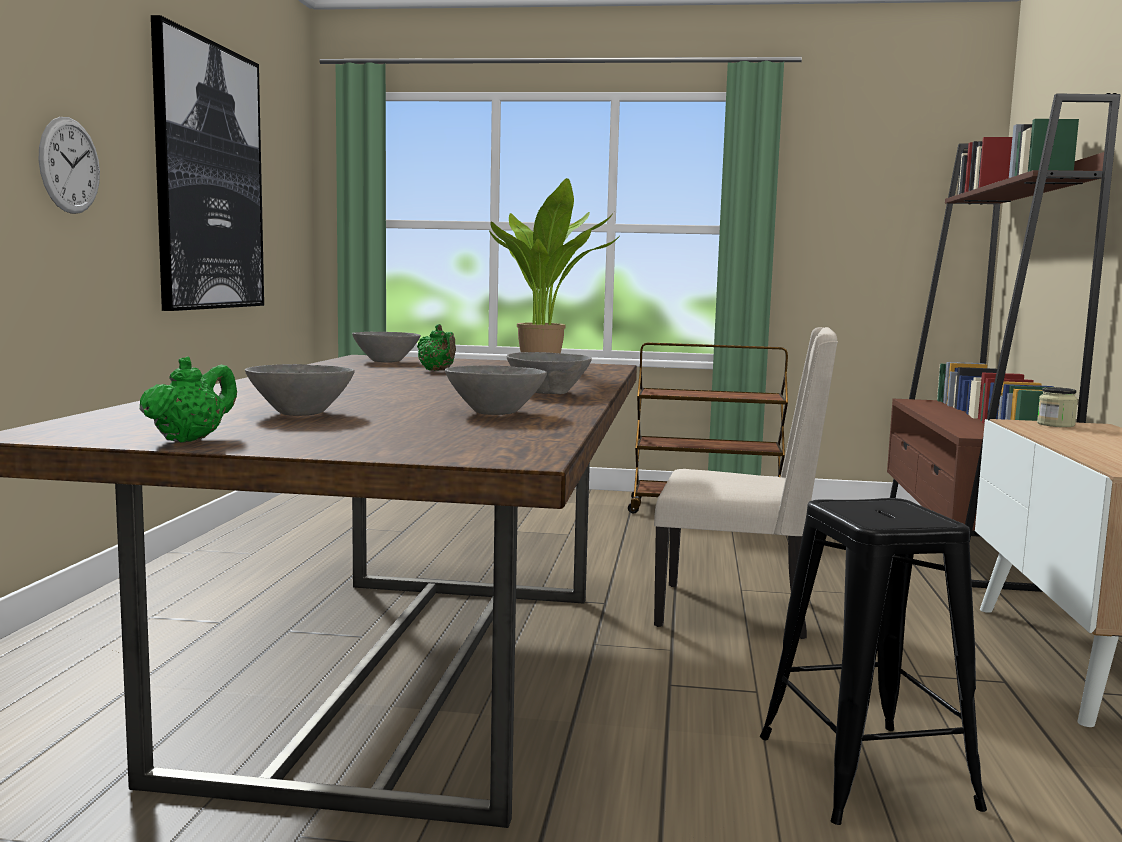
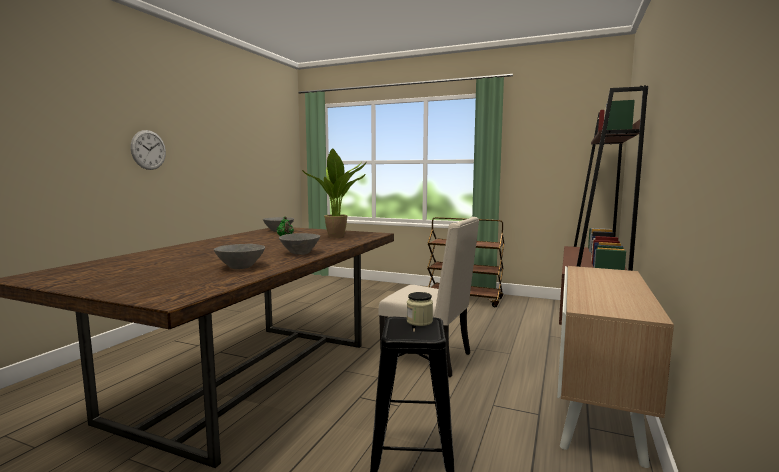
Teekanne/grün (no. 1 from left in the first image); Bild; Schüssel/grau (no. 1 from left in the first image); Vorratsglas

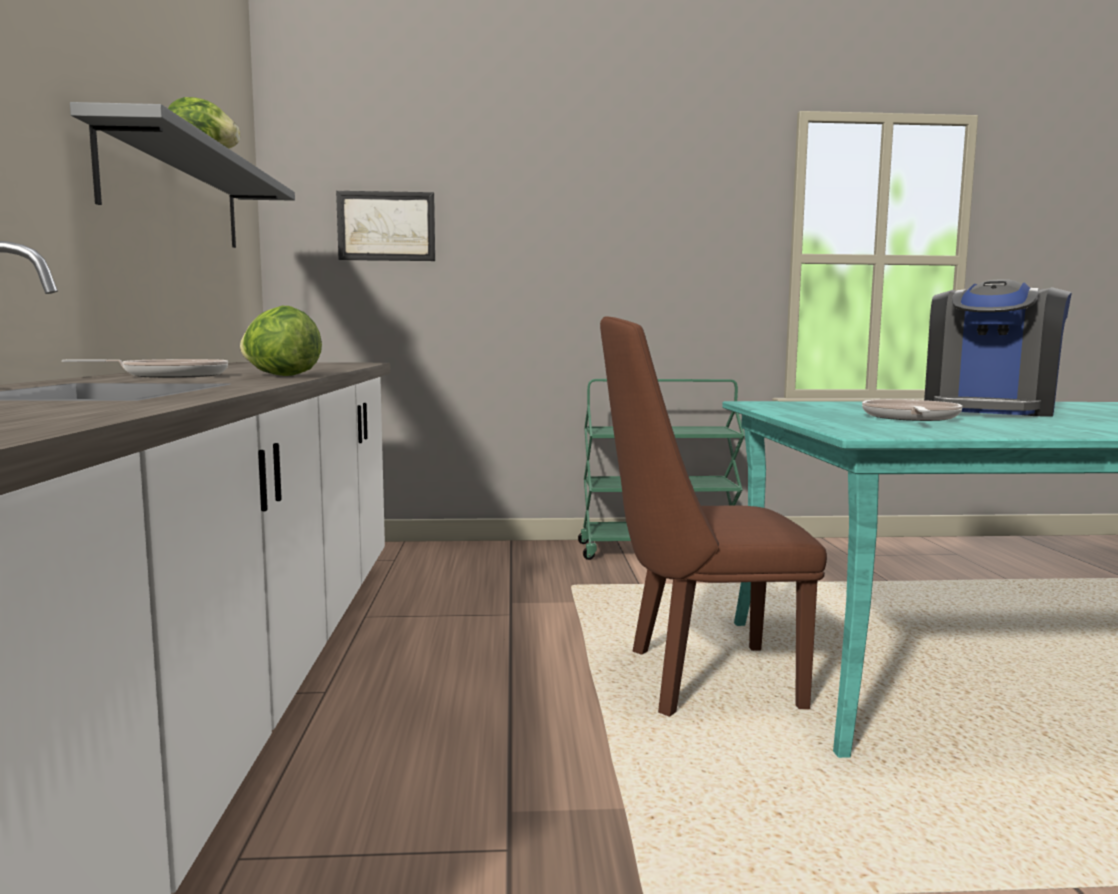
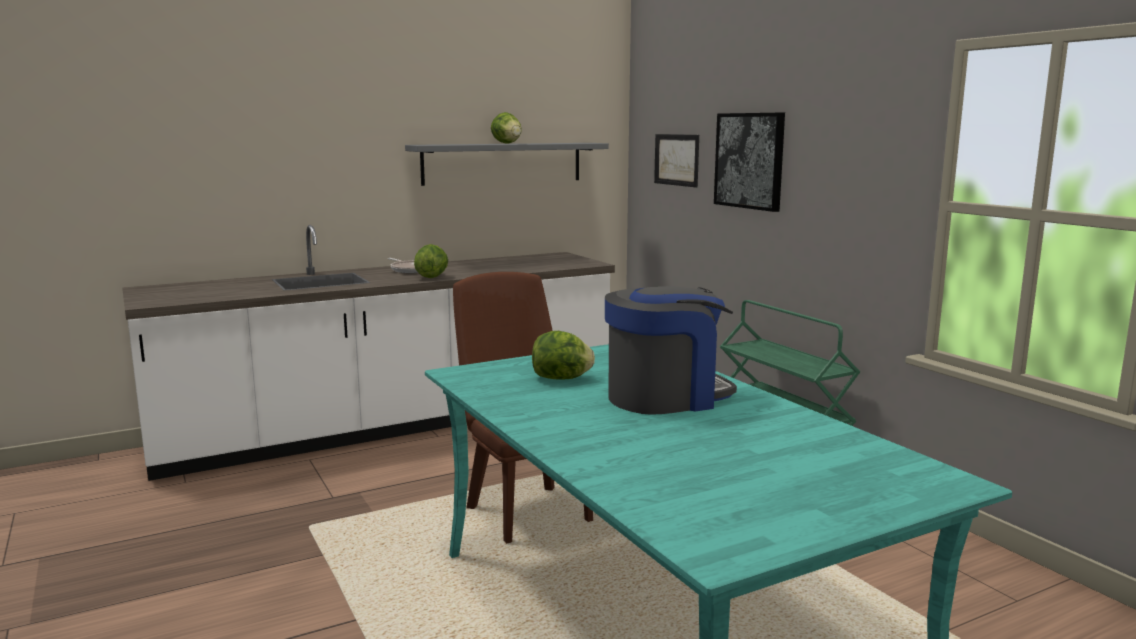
Salatkopf (no. 3 from left); Kaffeemaschine; Bild (no. 2 from left)

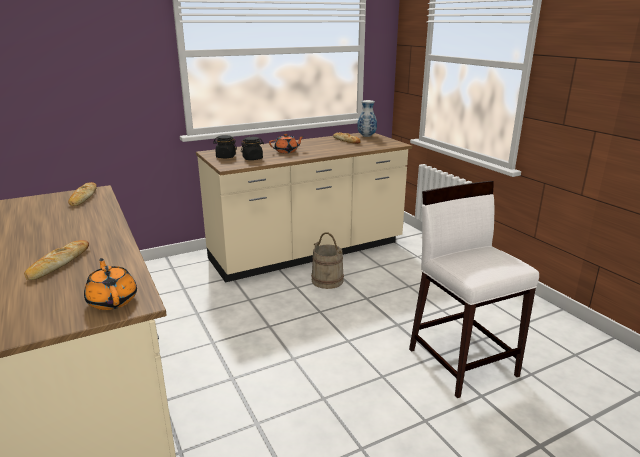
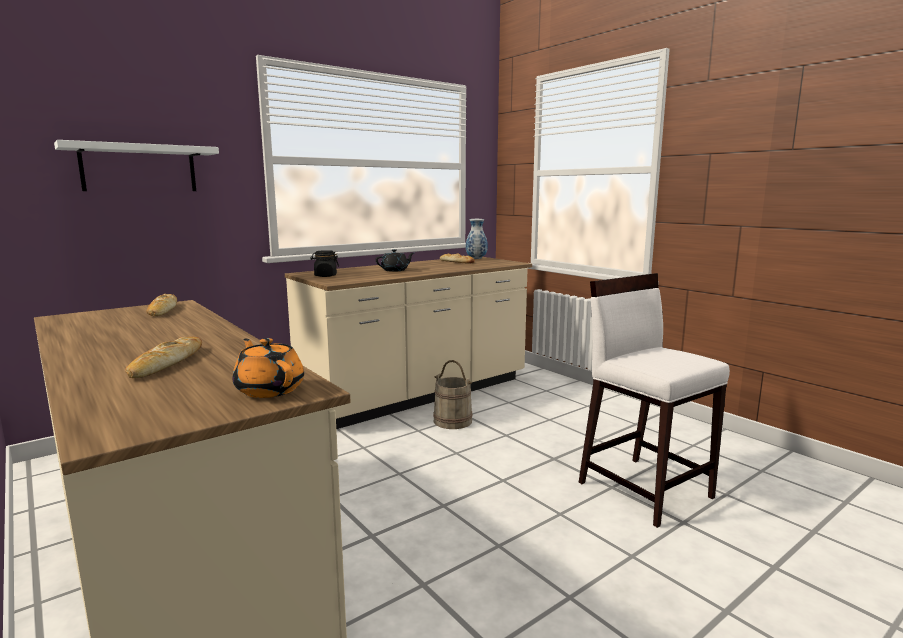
Vorratsglas/schwarz (no. 2 from left in the first image); Teekanne/schwarz; Wandregal/weiß

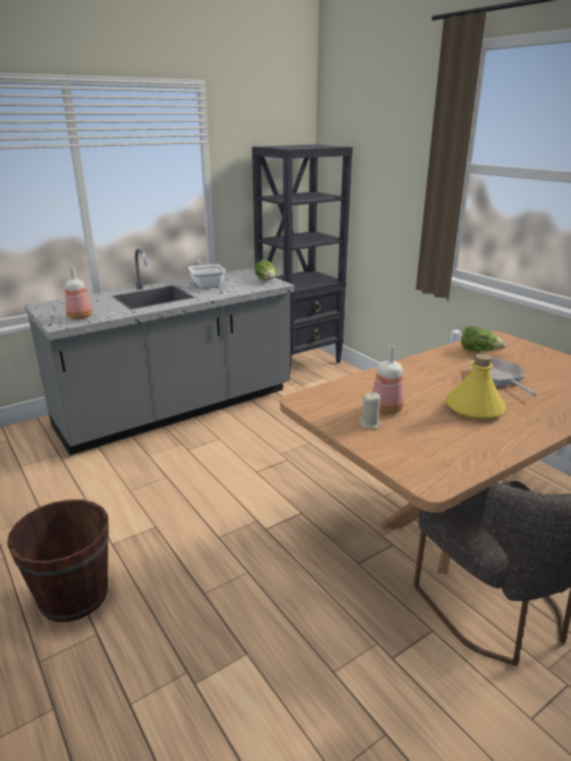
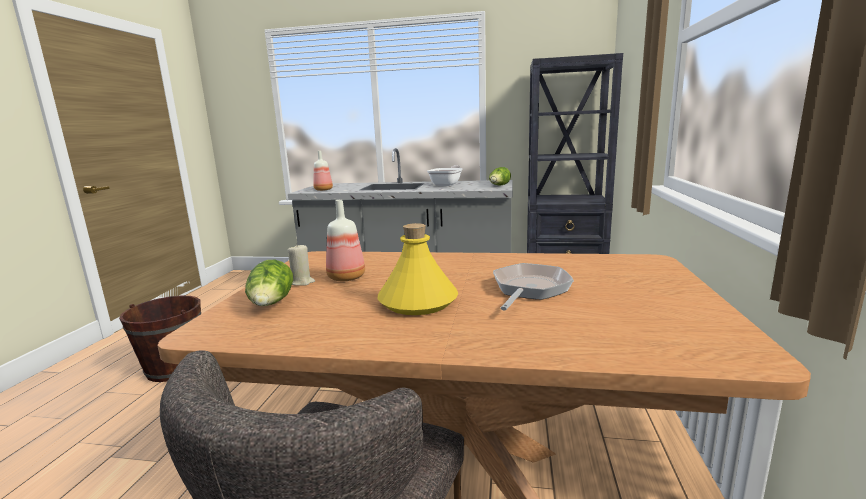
Salatkopf (no. 1 from left)

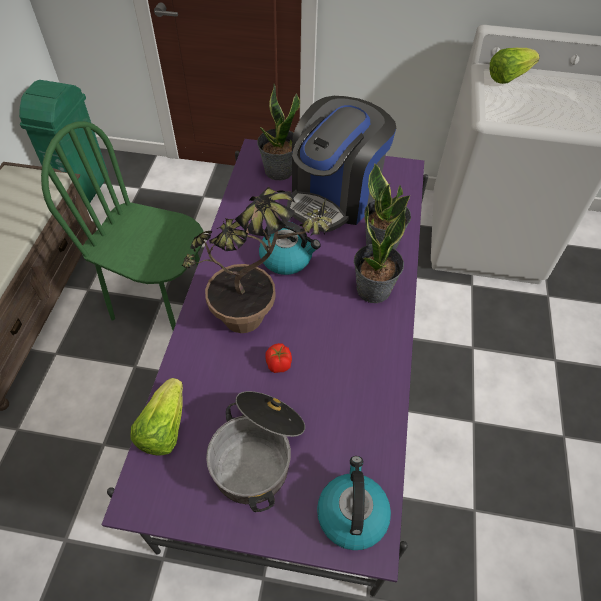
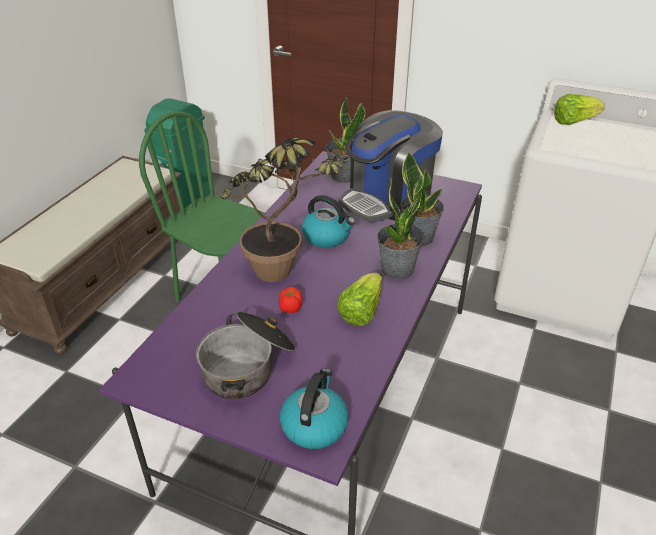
Salatkopf (no. 1 from left)

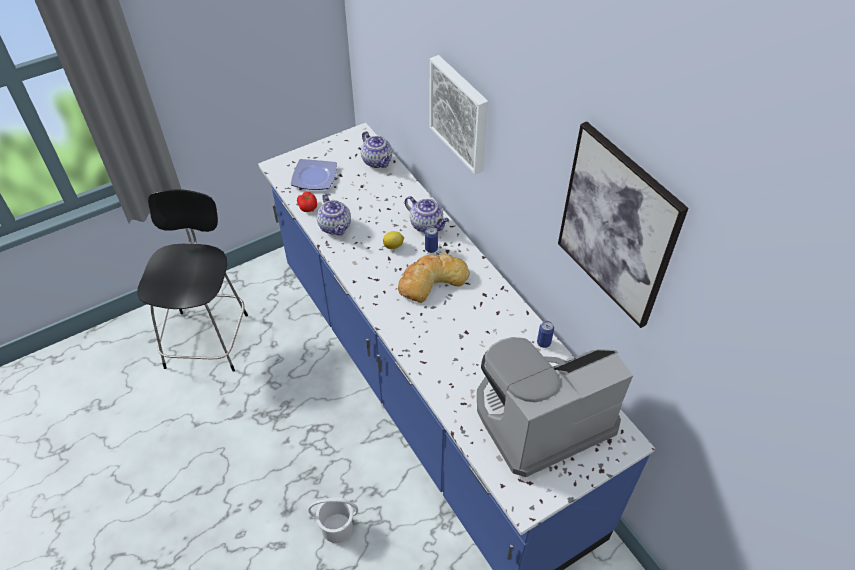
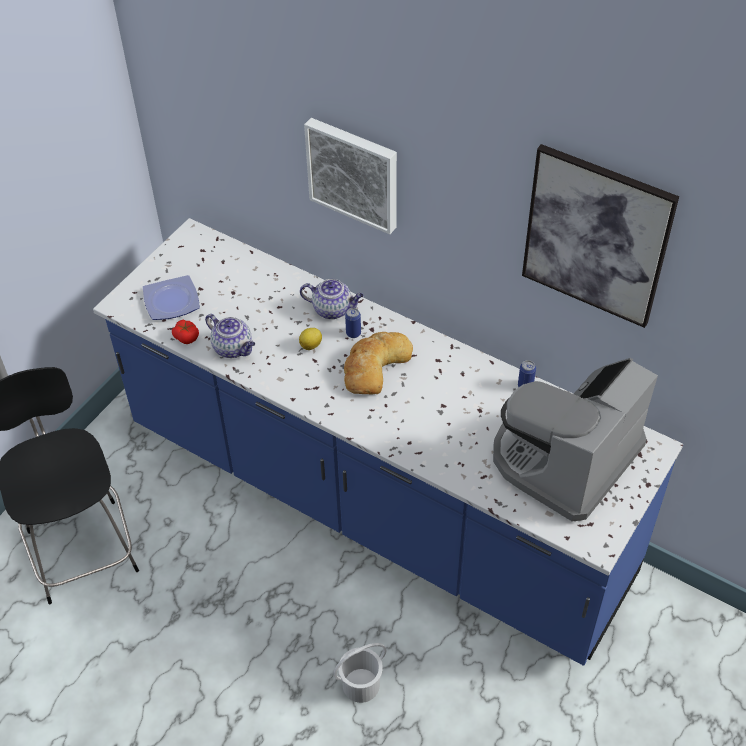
Teekanne (no. 2 from left in the first image)

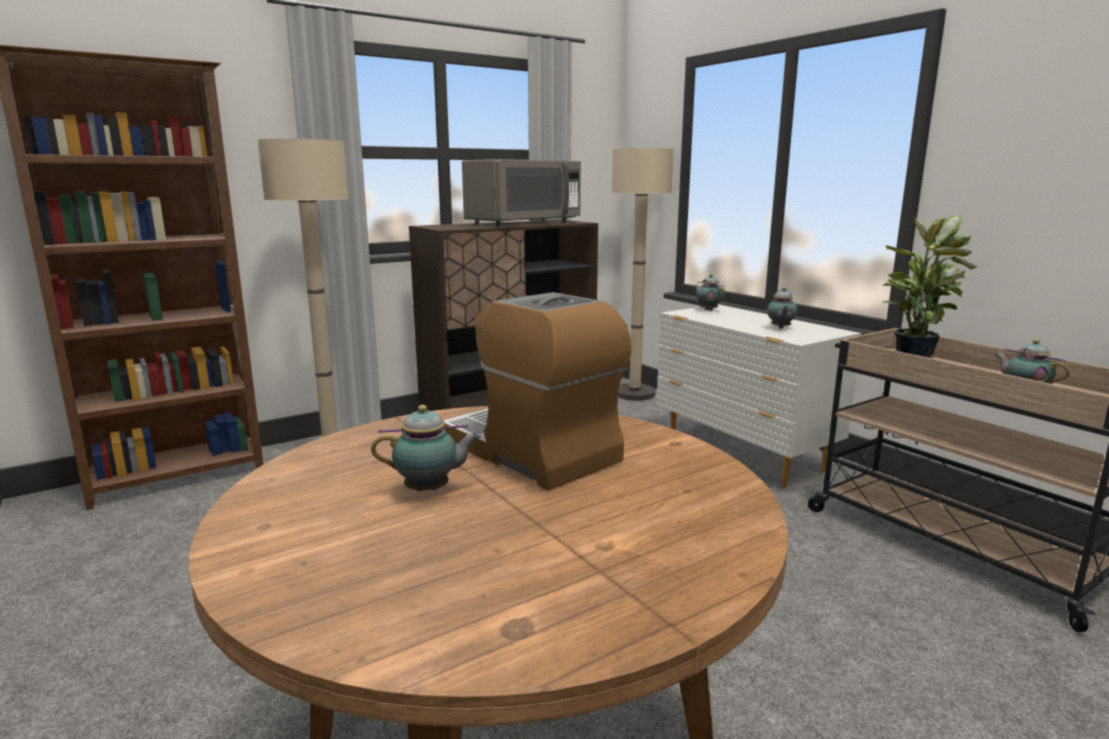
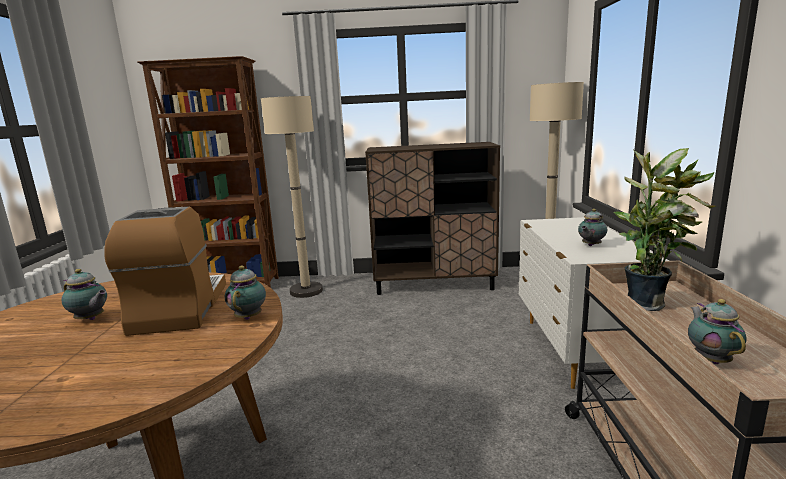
Mikrowelle/grau; Teekanne (no. 2 from left)

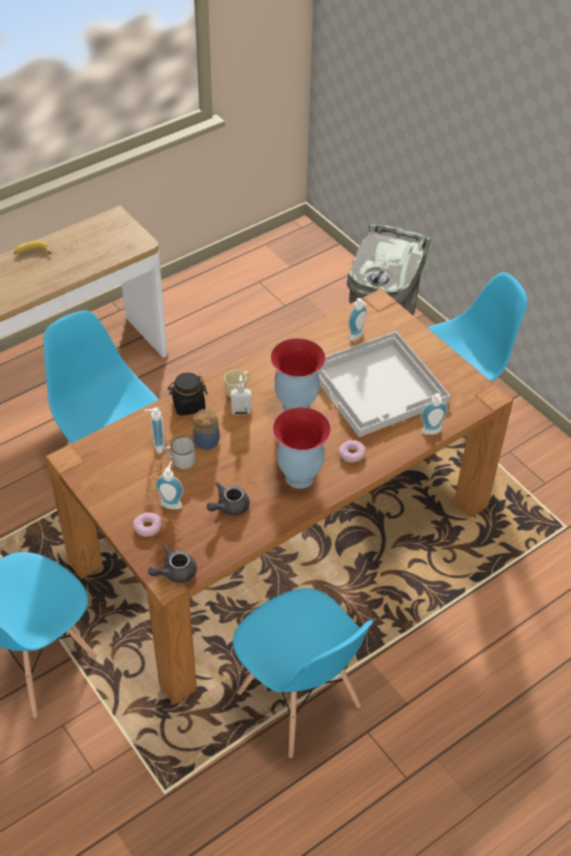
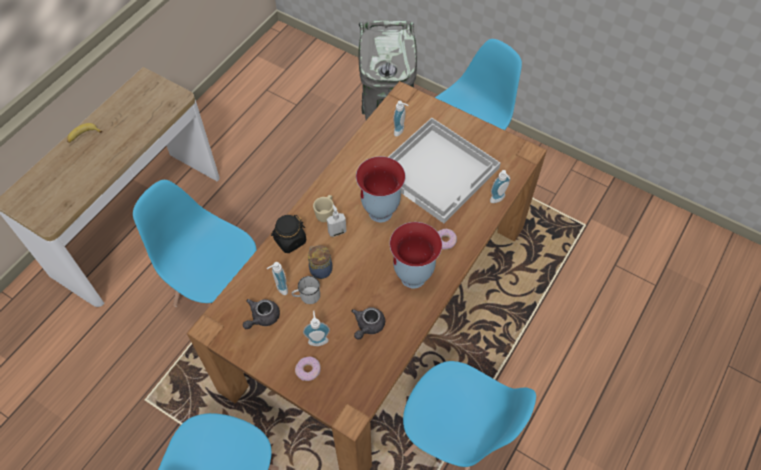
Teekanne/grau (no. 1 from left)

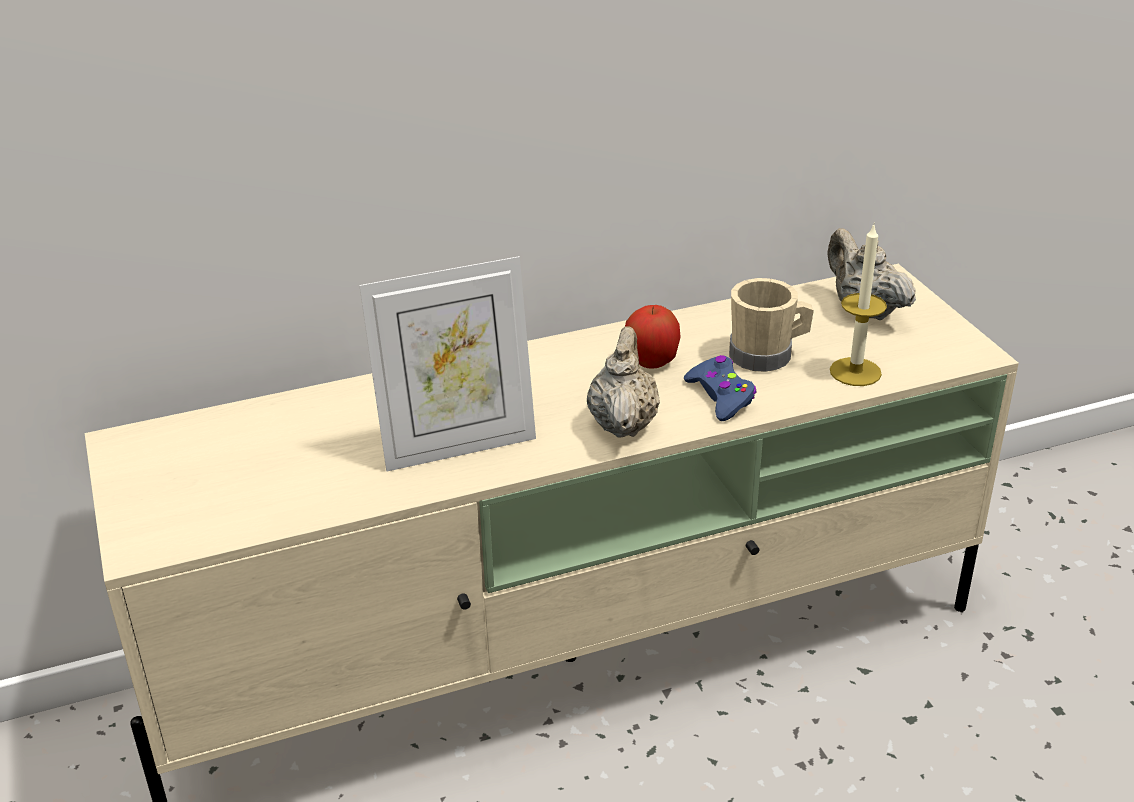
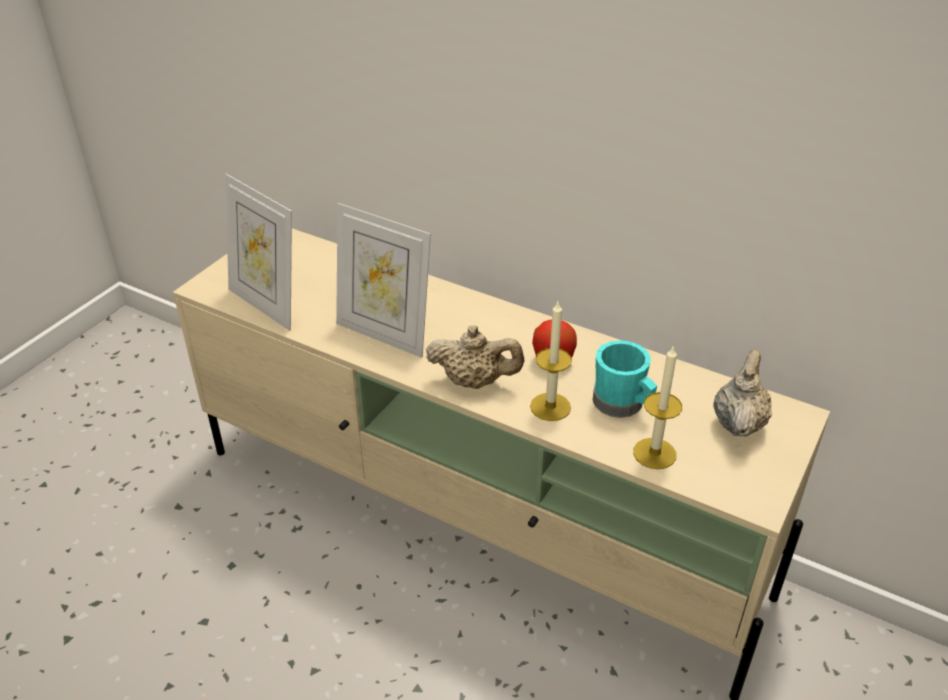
Teekanne/beige (no. 1 from left); Kerze (no. 1 from left); Henkelbecher/türkis; Bilderrahmen (no. 1 from left)

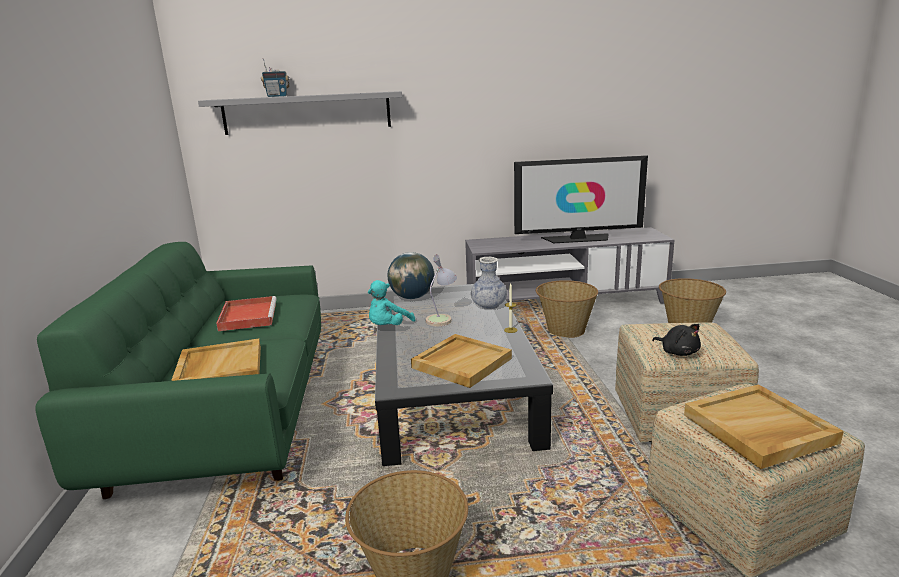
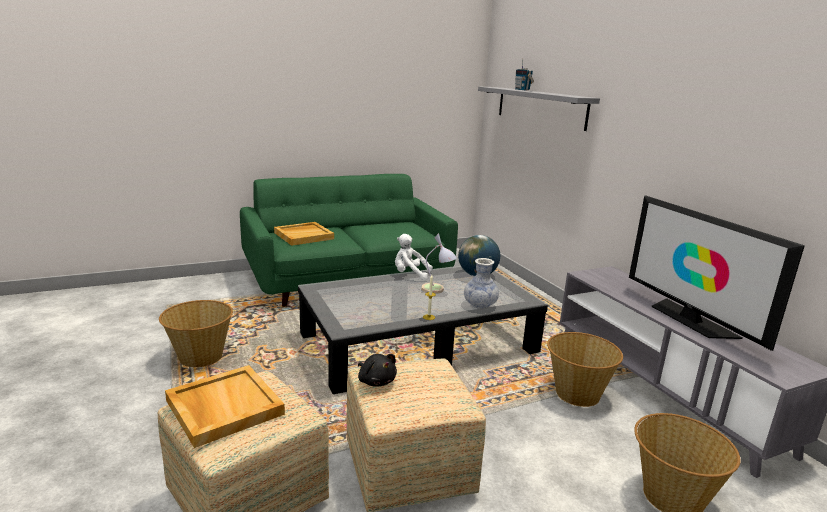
Tablett/rot; Plüschtier/weiß; Tablett/beige (no. 2 from left in the first image); Plüschtier/schwarz

